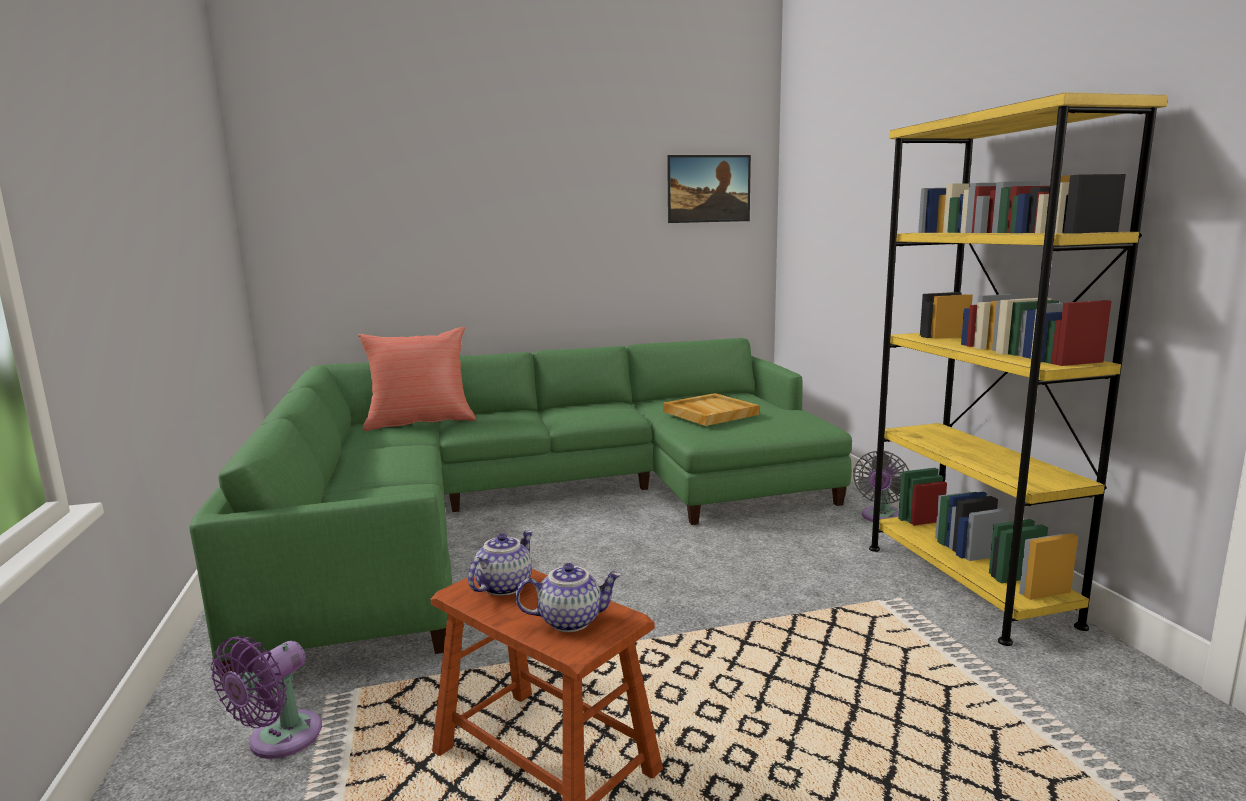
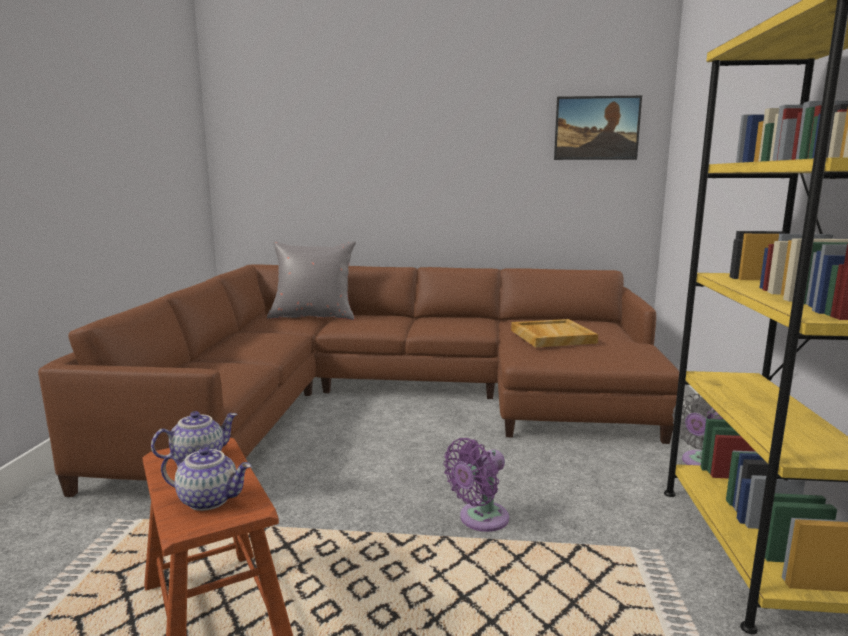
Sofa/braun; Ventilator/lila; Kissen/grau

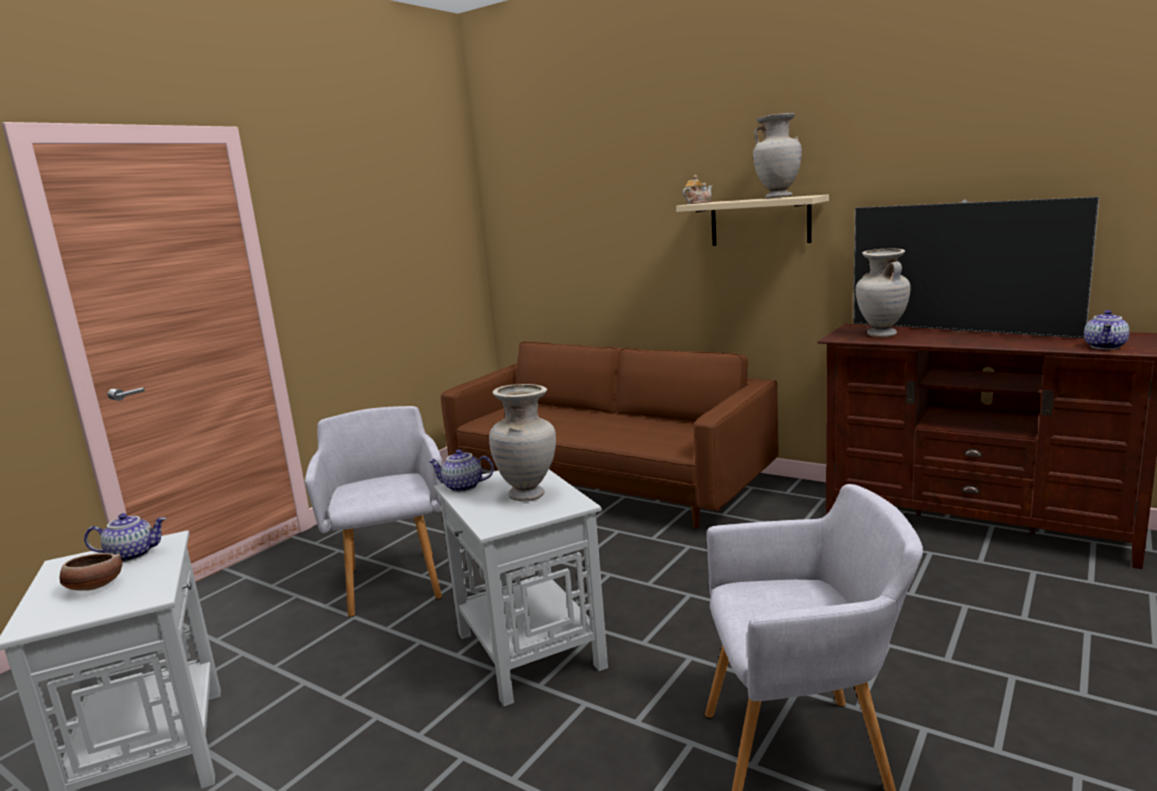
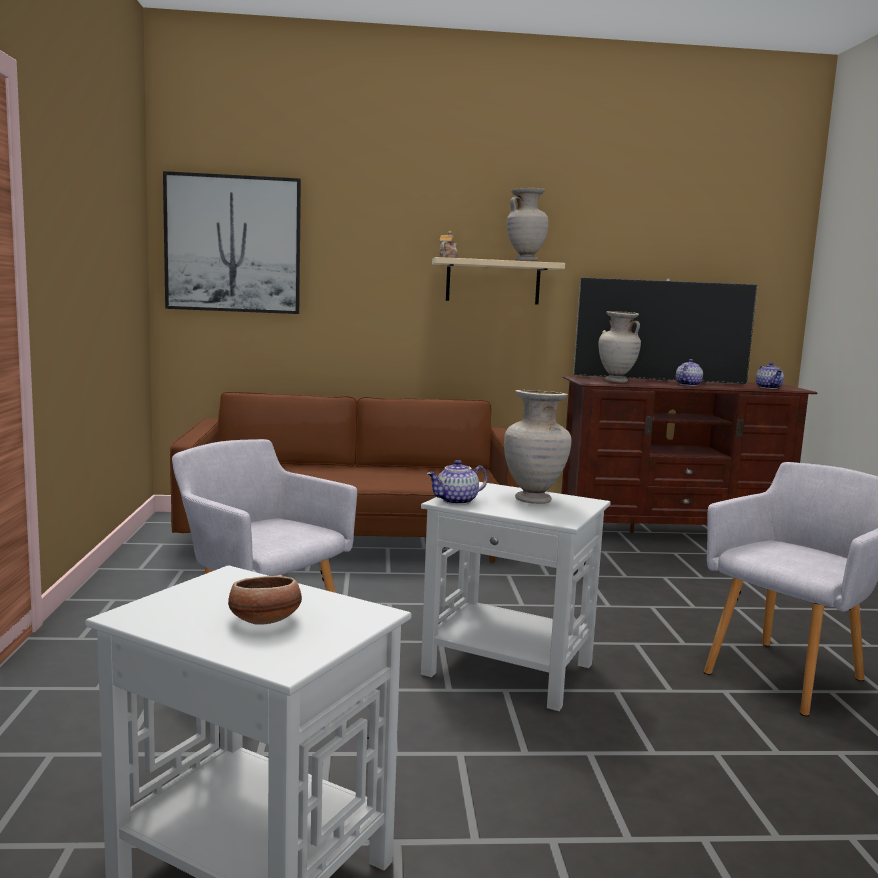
Teekanne (no. 3 from left); Bild

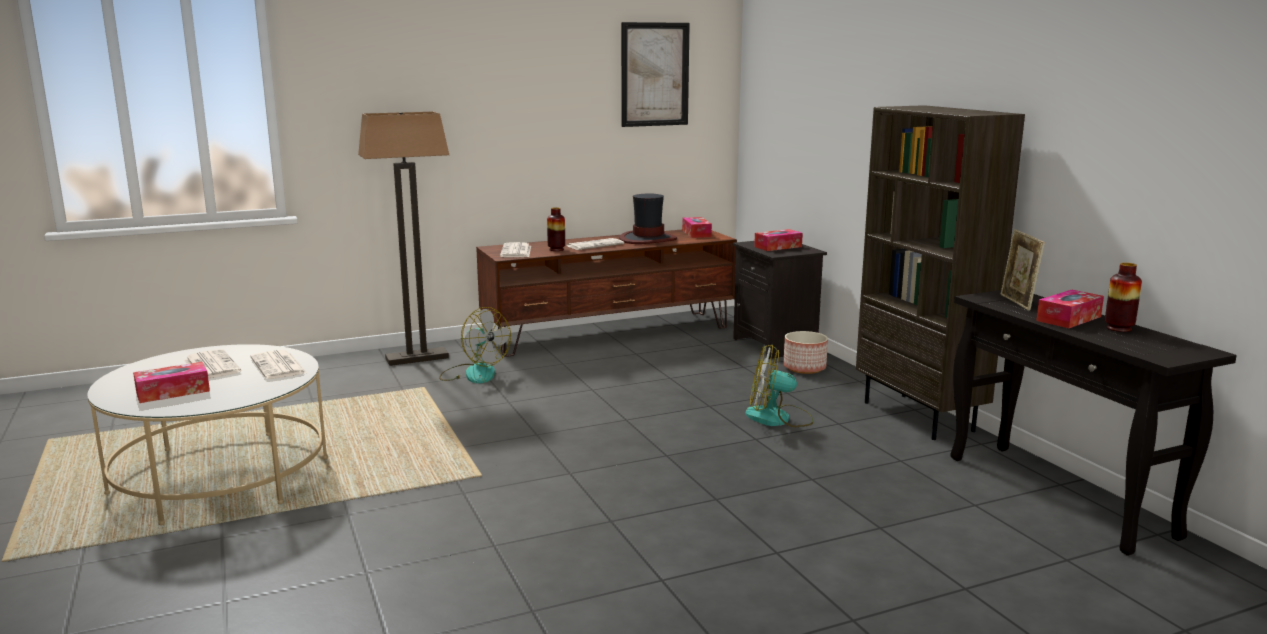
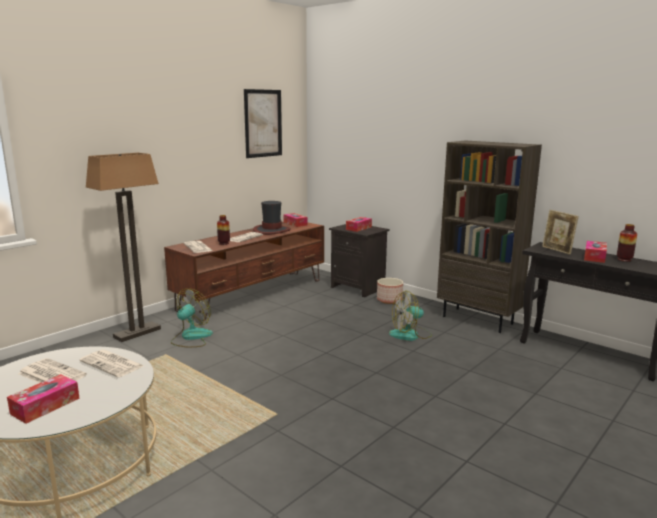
Ventilator (no. 1 from left)

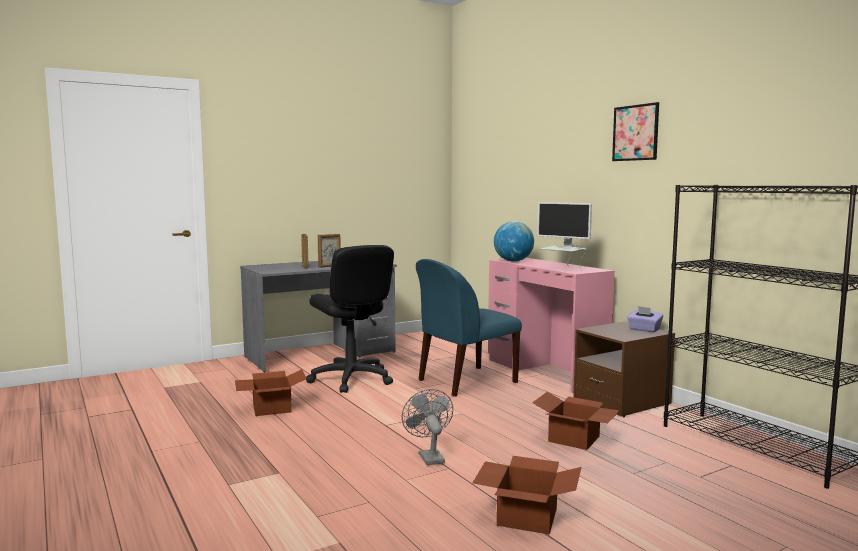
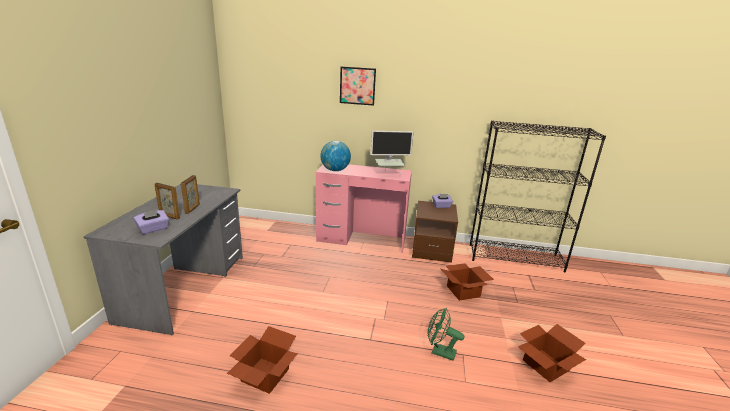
Bürostuhl/schwarz; Ventilator/grün; Stuhl/blau; Bild; Taschentuchbox/lila (no. 1 from left)

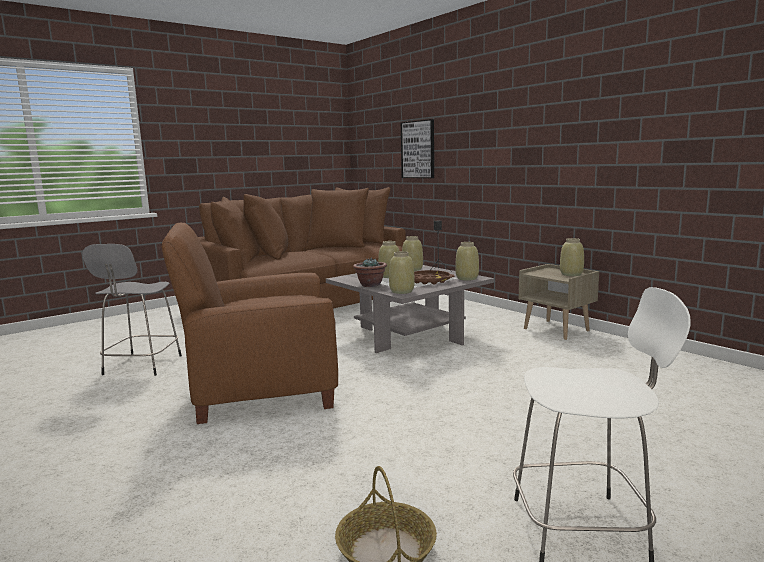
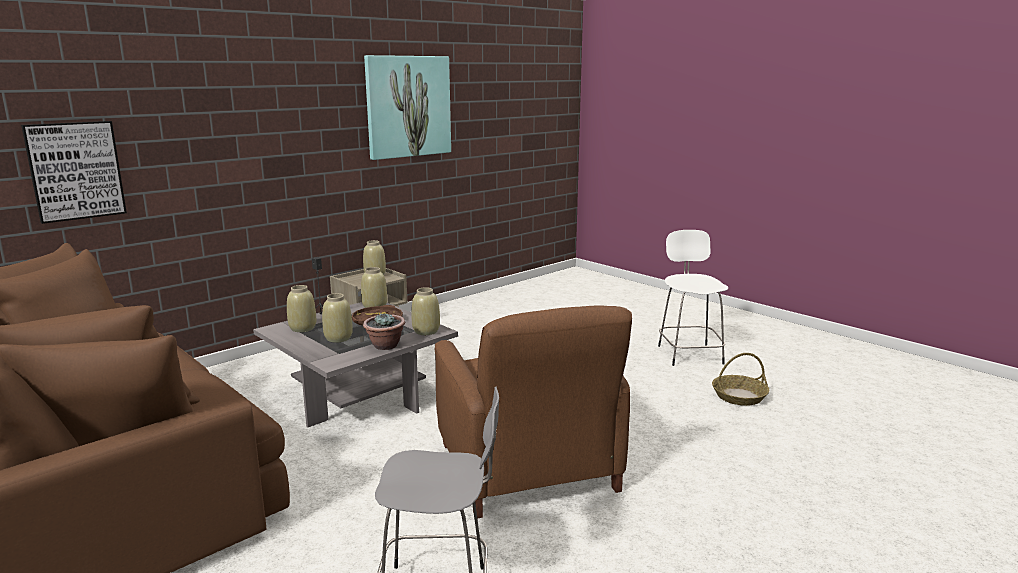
Bild (no. 2 from left)

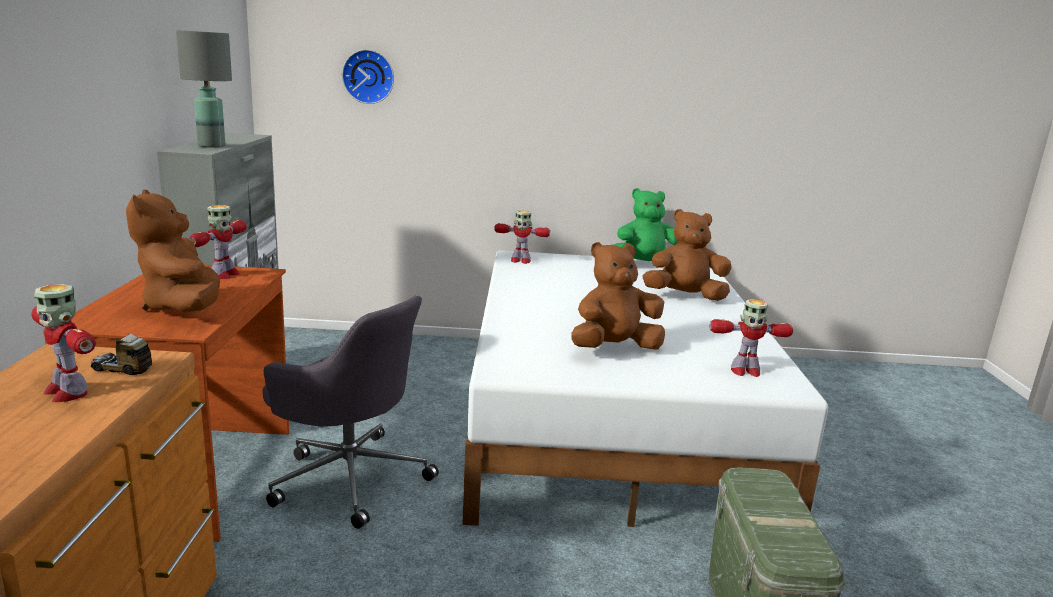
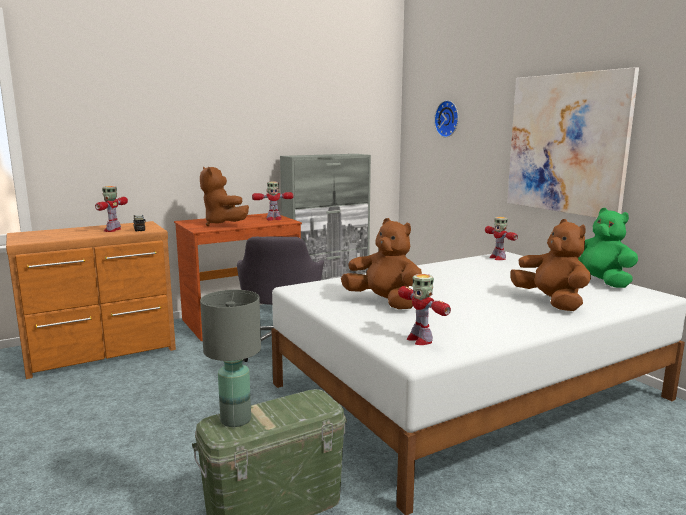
Plüschtier/braun (no. 1 from left); Tischlampe/grau; Bild

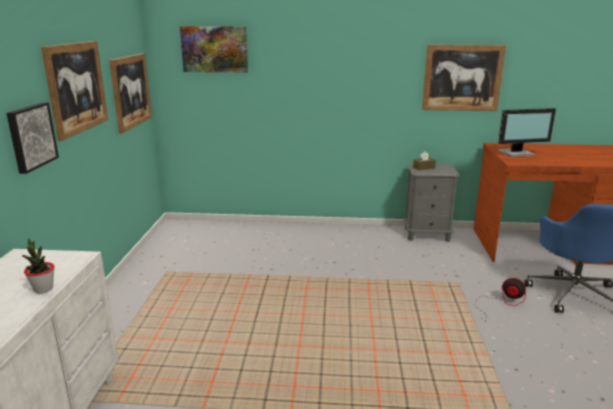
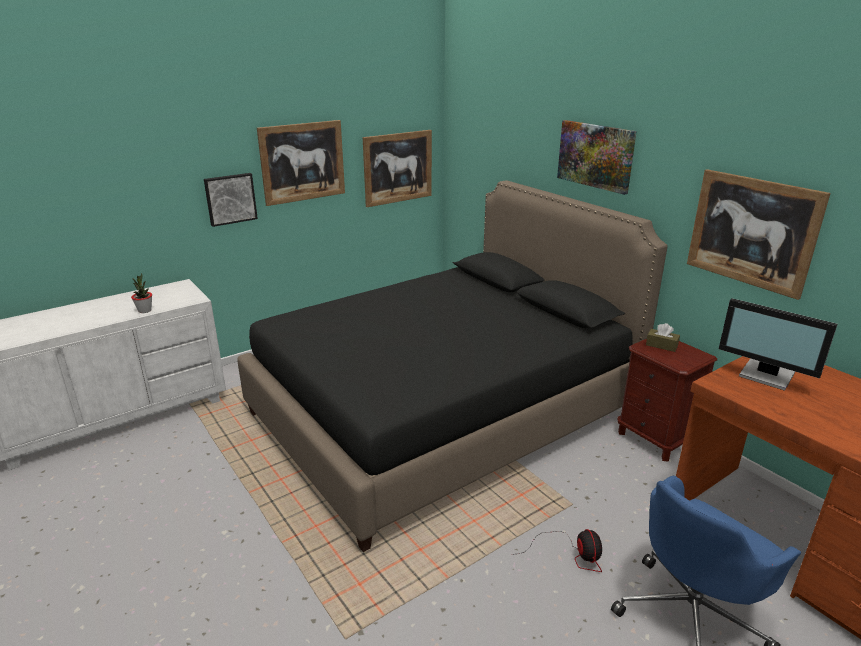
Bild (no. 4 from left); Nachttisch/braun; Bett/schwarz

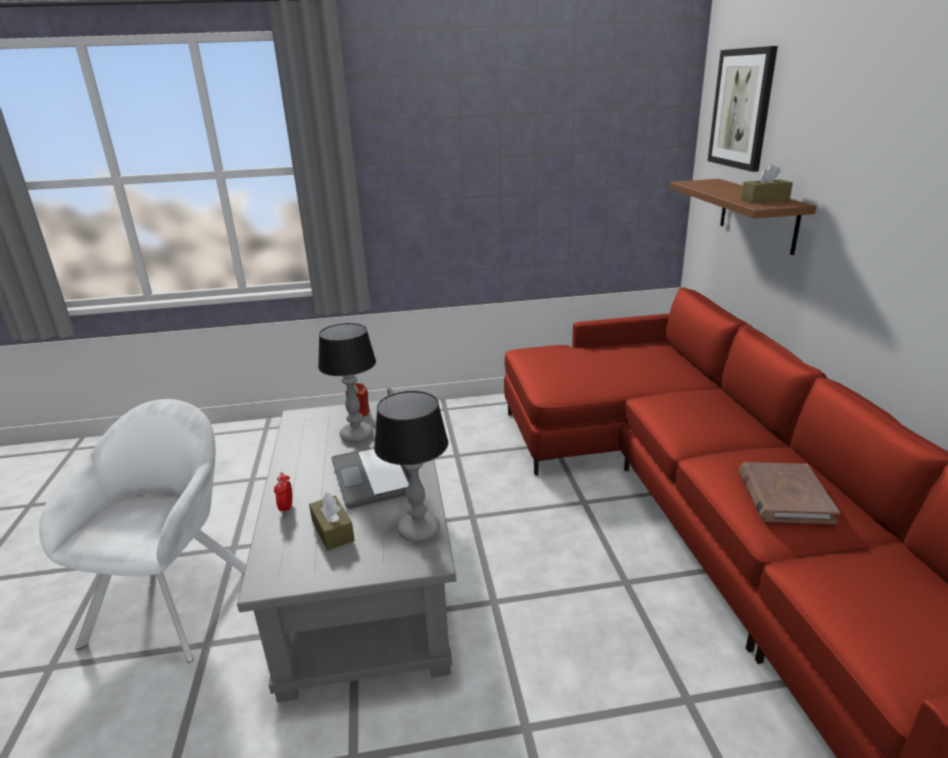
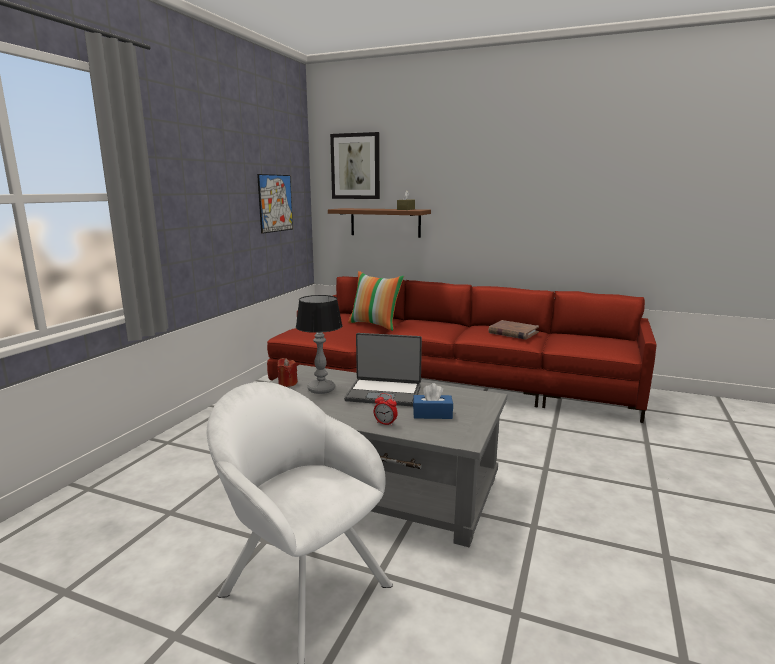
Taschentuchbox/blau; Tischlampe (no. 2 from left in the first image); Bild (no. 1 from left); Kissen

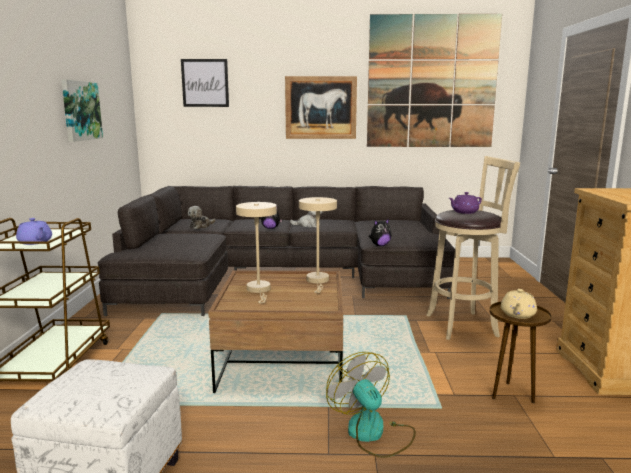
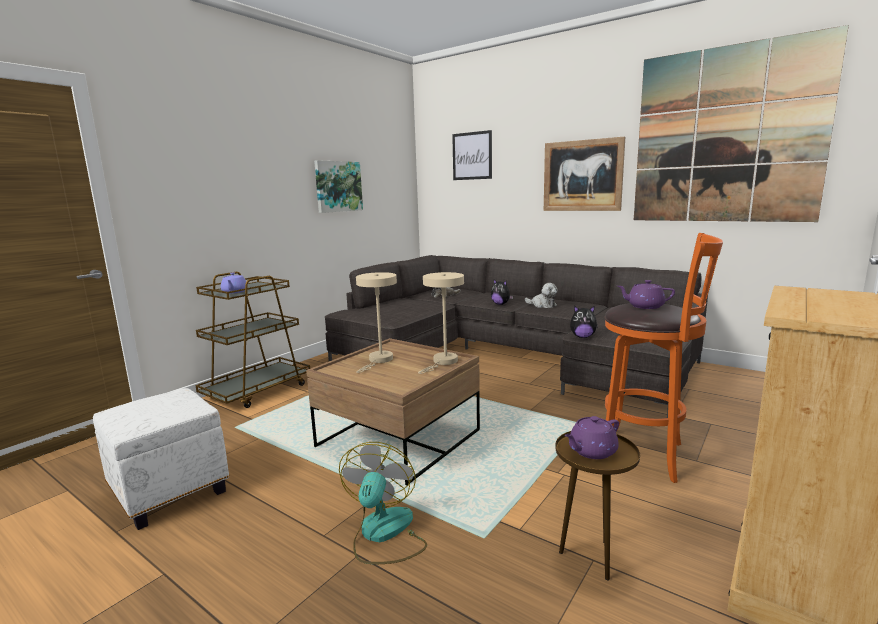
Hocker/orange; Teekanne/lila (no. 2 from left)

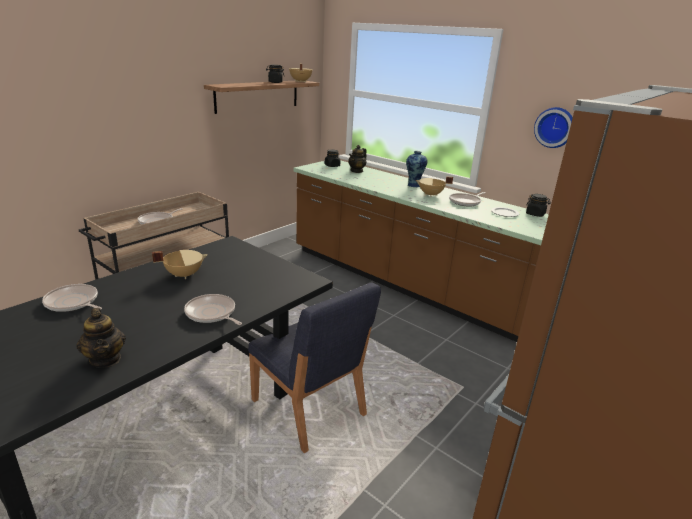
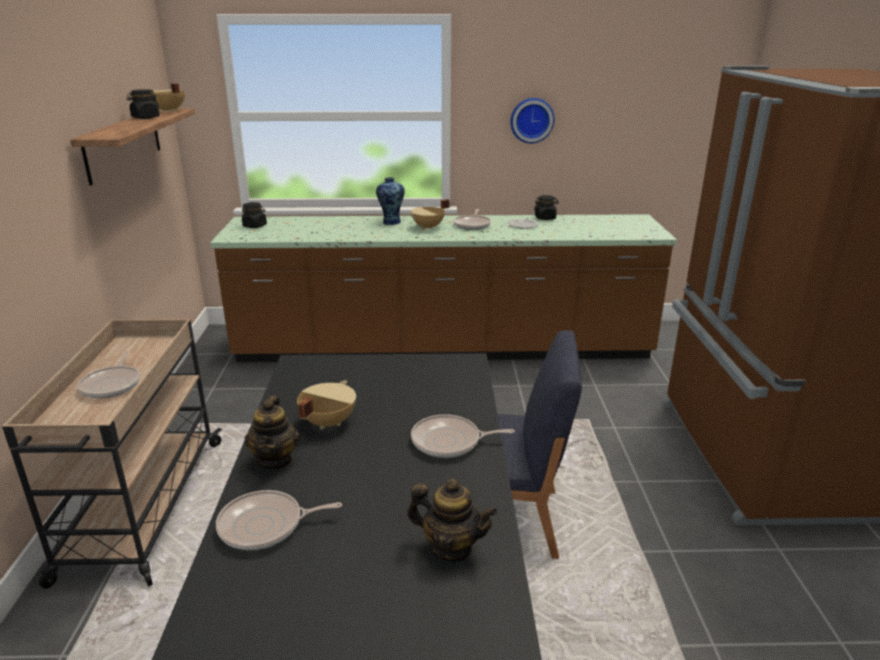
Teekanne (no. 1 from left)

